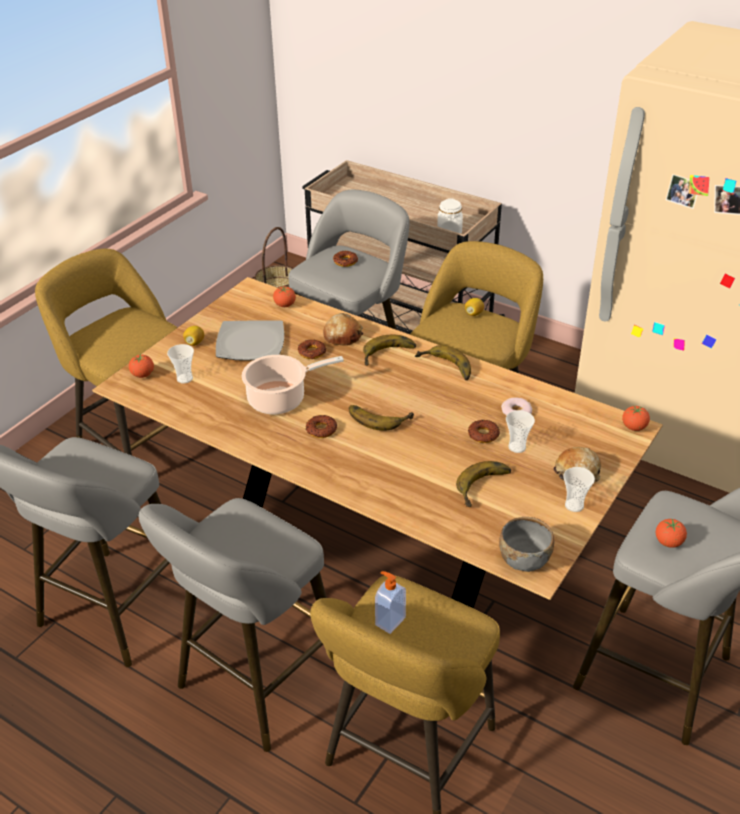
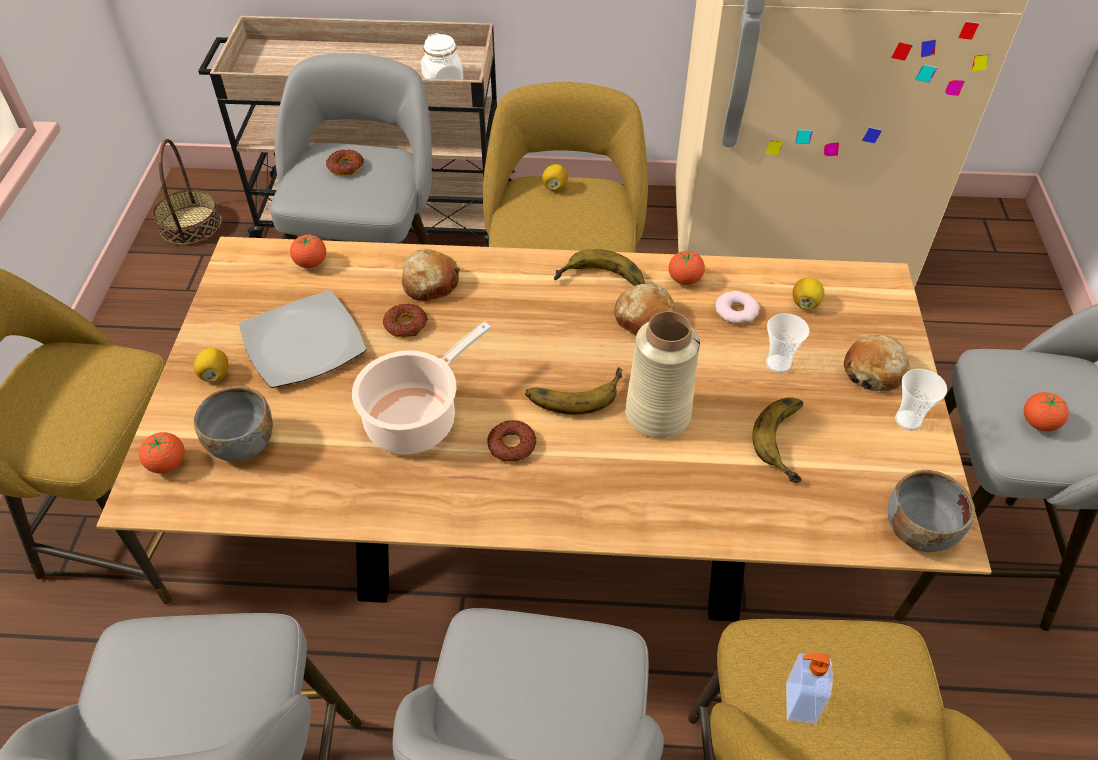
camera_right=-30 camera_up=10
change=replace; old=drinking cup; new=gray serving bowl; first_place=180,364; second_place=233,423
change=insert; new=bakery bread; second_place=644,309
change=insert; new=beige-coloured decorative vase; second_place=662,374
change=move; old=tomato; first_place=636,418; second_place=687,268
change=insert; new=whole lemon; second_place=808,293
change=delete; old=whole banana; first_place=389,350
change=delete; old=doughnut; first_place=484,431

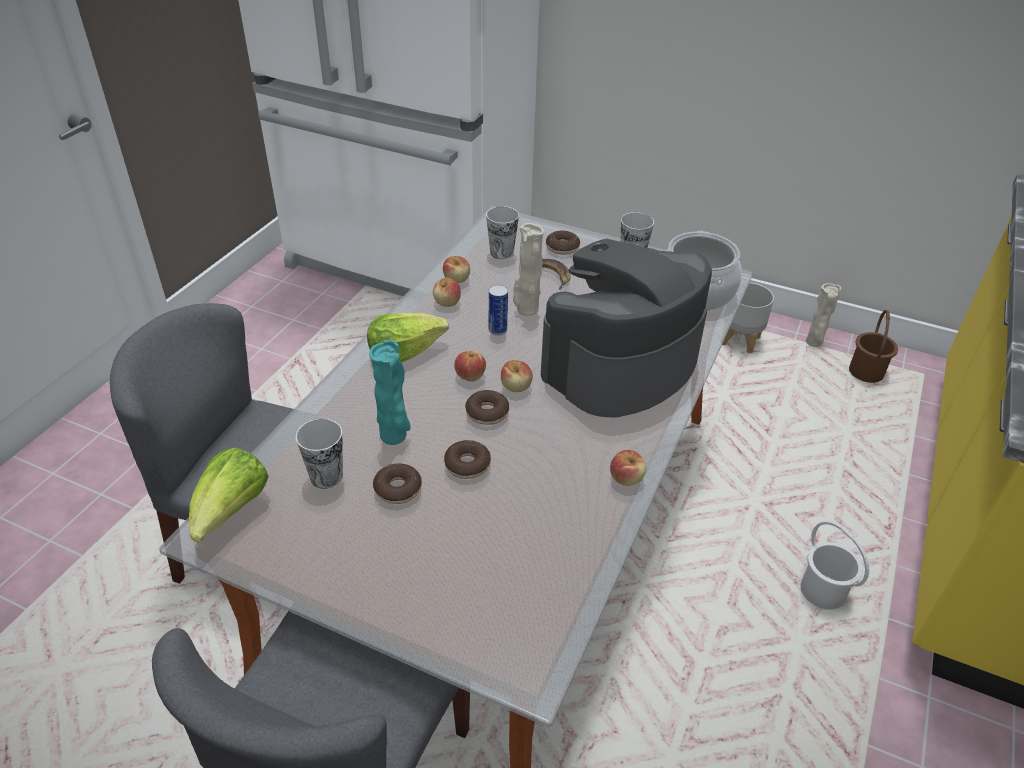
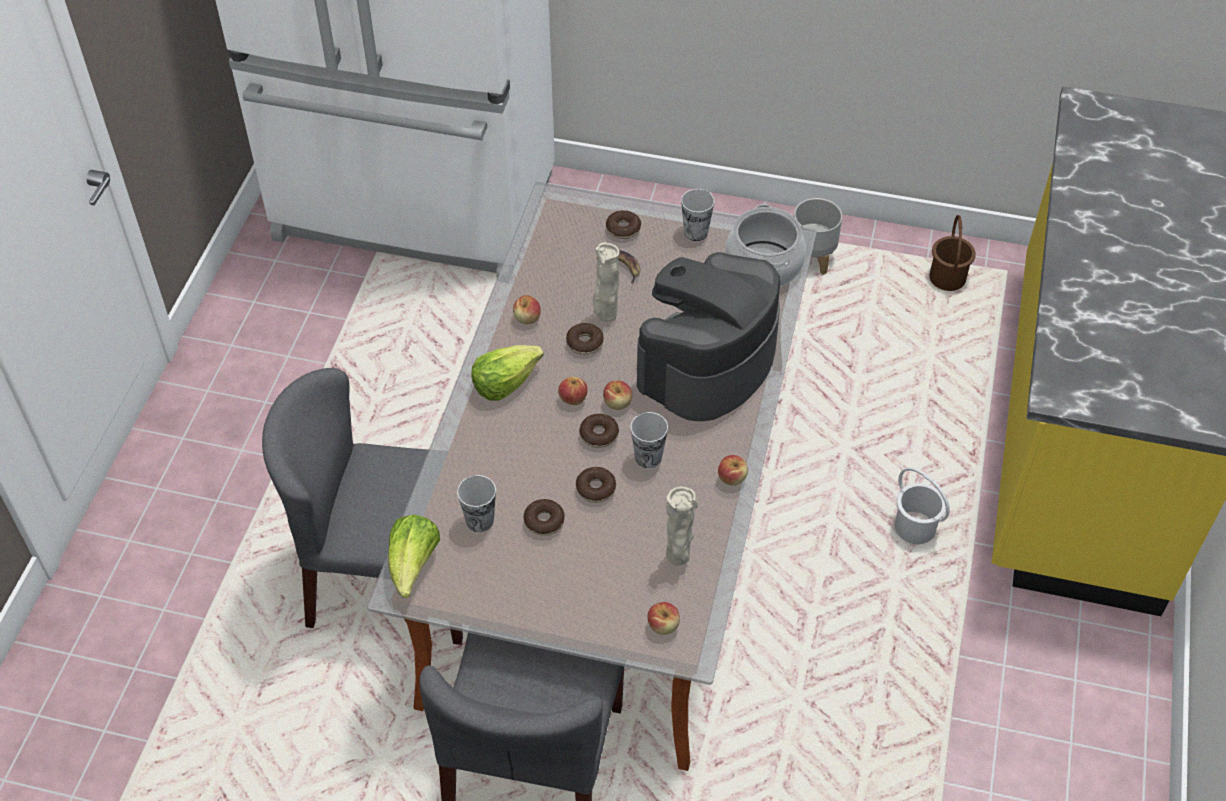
camera_right=-10 camera_up=10
change=replace; old=can; new=doughnut; first_place=498,310; second_place=585,339
change=move; old=drinking cup; first_place=502,232; second_place=649,440
change=move; old=whole apple; first_place=456,269; second_place=663,618
change=move; old=beige-coloured decorative vase; first_place=823,315; second_place=682,526
change=delete; old=turquoise-coloured decorative vase; first_place=390,392

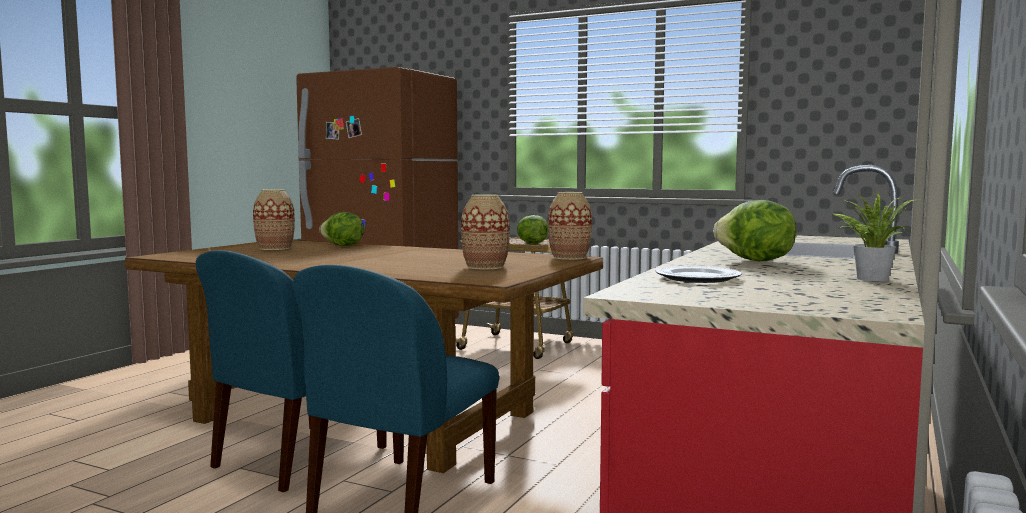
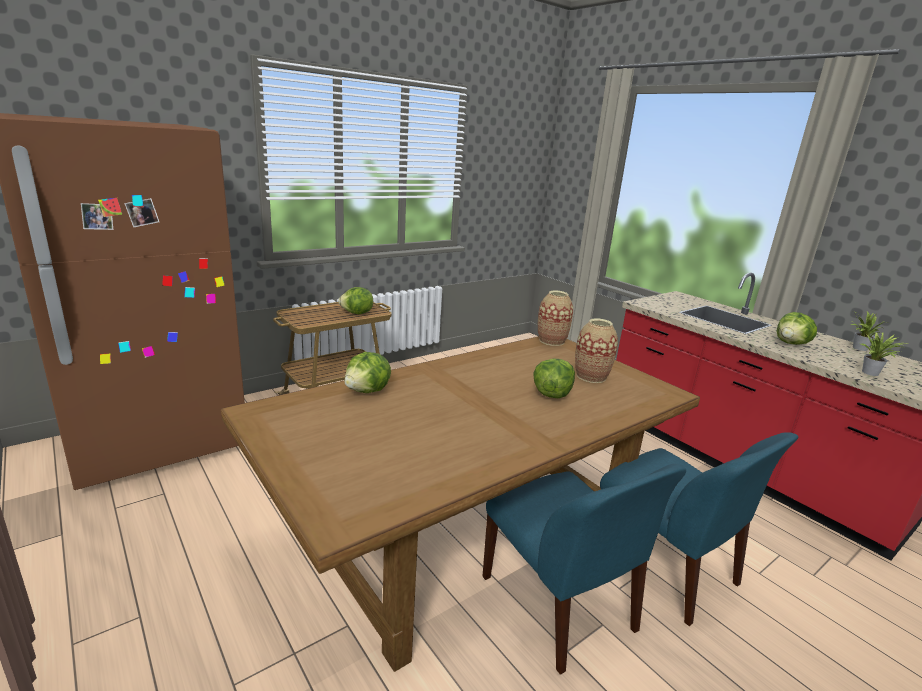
camera_right=-65 camera_up=15
change=insert; new=lettuce; second_place=554,378
change=replace; old=flat dish; new=potted plant; first_place=699,274; second_place=885,354
change=delete; old=decorative vase; first_place=274,219

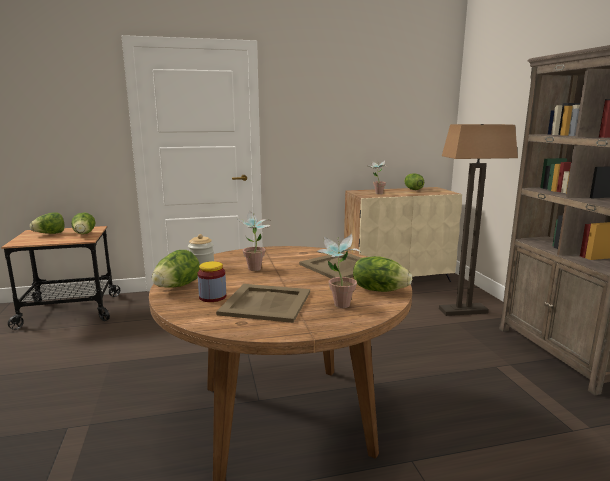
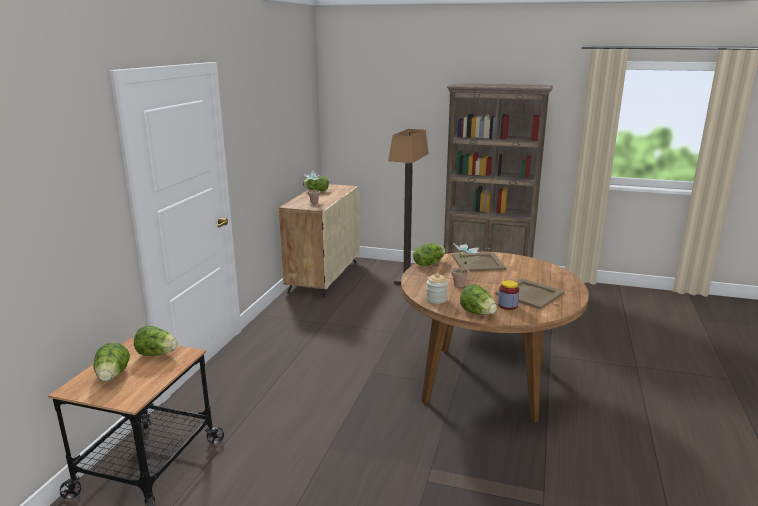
camera_right=-60 camera_up=5
change=move; old=lettuce; first_place=382,274; second_place=429,254
change=delete; old=potted plant; first_place=339,270

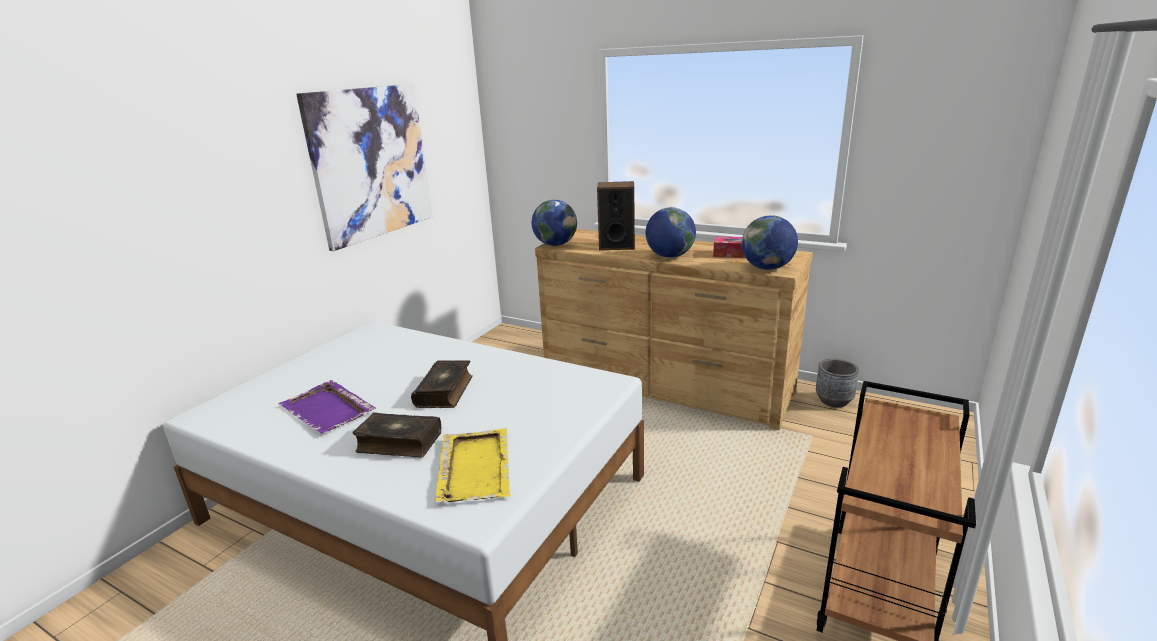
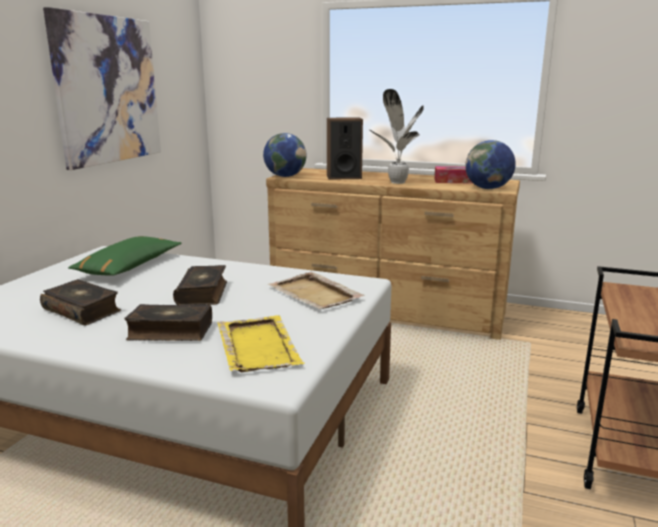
camera_right=-10 camera_up=-5
change=replace; old=purplish serving tray; new=bound book; first_place=327,407; second_place=80,302
change=insert; new=green-coloured pillow; second_place=125,256
change=insert; new=beige-coloured serving tray; second_place=316,290
change=replace; old=world globe; new=potted plant; first_place=670,232; second_place=397,136
change=delete; old=gray planter; first_place=837,383

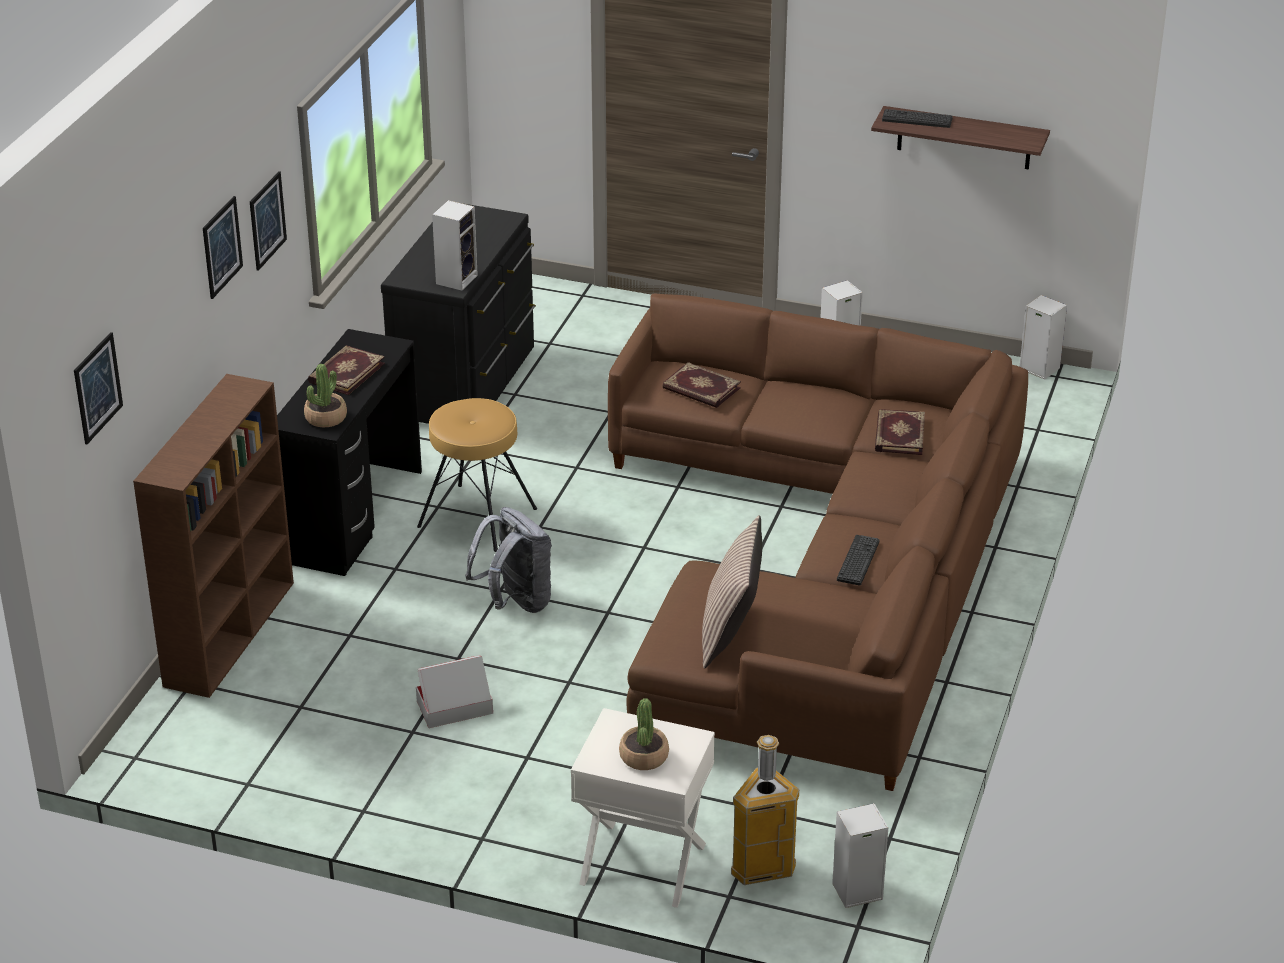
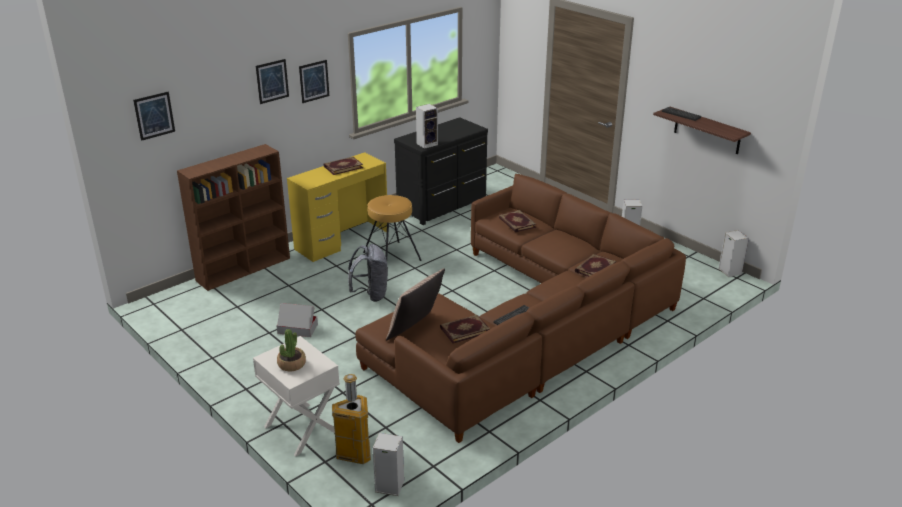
camera_right=30 camera_up=-5
change=recolor; old=black desk unit; new=yellow desk unit; first_place=349,452; second_place=337,207
change=insert; new=bound book; second_place=465,329
change=delete; old=potted plant; first_place=325,395

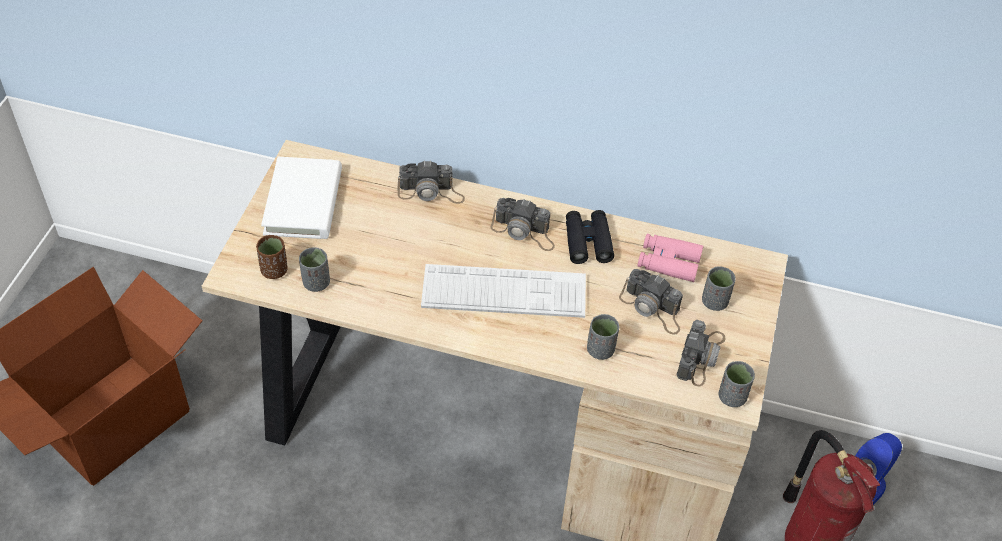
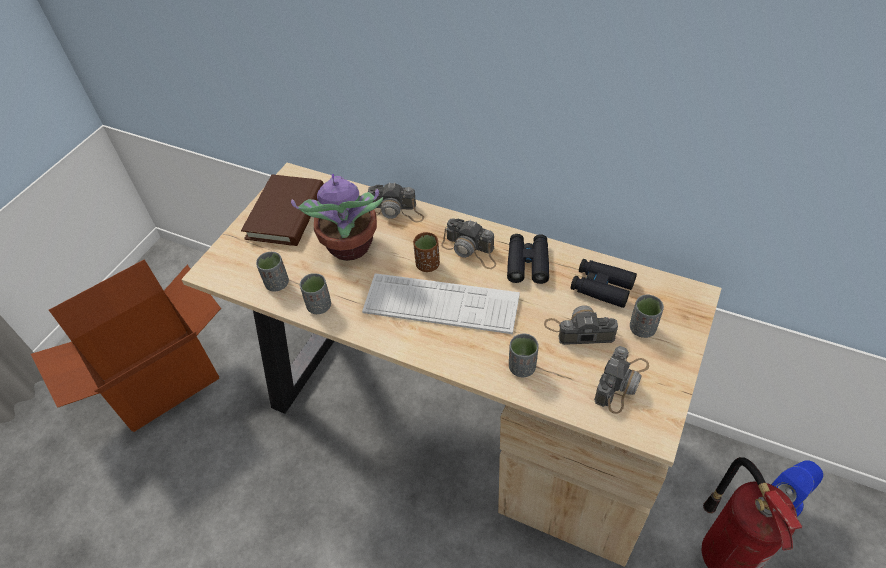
camera_right=15 camera_up=0
change=recolor; old=white-coloured bound book; new=brown-coloured bound book; first_place=301,198; second_place=282,210
change=insert; new=potted plant; second_place=337,217
change=move; old=gray drinking cup; first_place=736,384; second_place=315,293
change=move; old=brown-coloured drinking cup; first_place=272,257; second_place=426,252
change=rotate; old=photo camera; first_place=651,302; second_place=581,325; degrees=135
change=recolor; old=pink-coloured pair of binoculars; new=black pair of binoculars; first_place=670,257; second_place=604,283

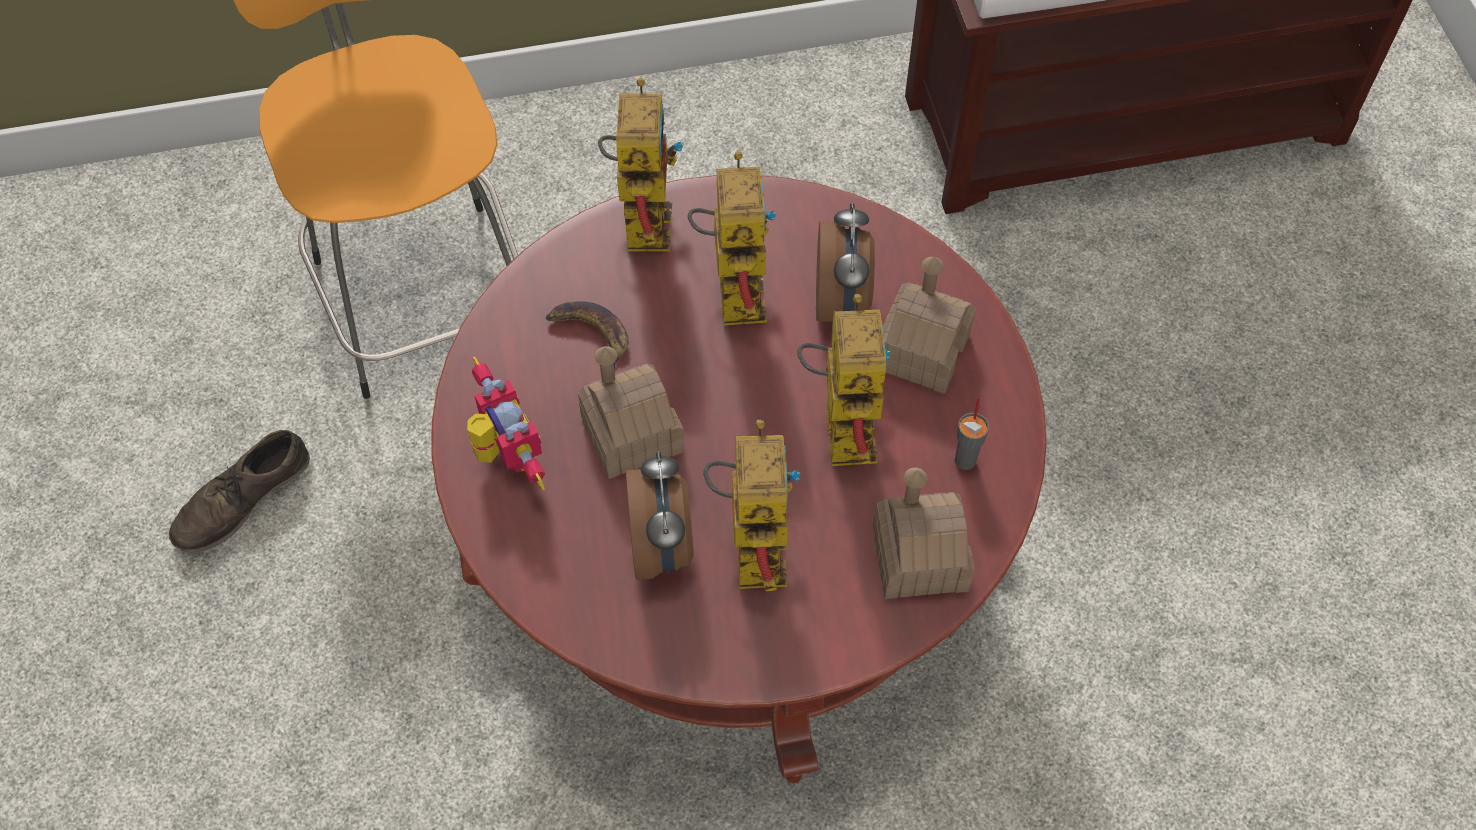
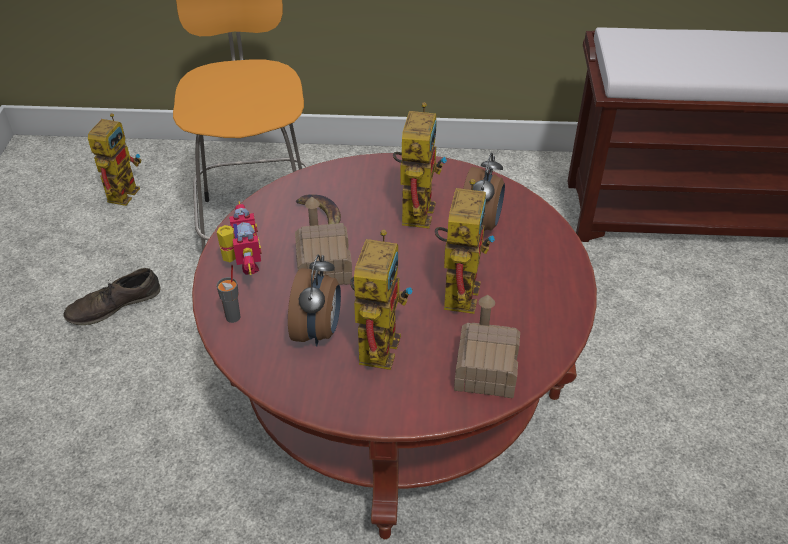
camera_right=15 camera_up=-15
change=move; old=robot figure; first_place=640,165; second_place=115,159
change=move; old=gray drinking cup; first_place=972,433; second_place=228,294
change=delete; old=toy house; first_place=929,325

